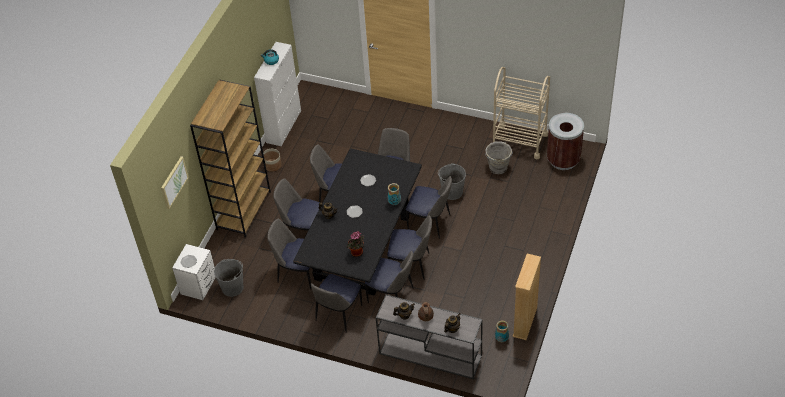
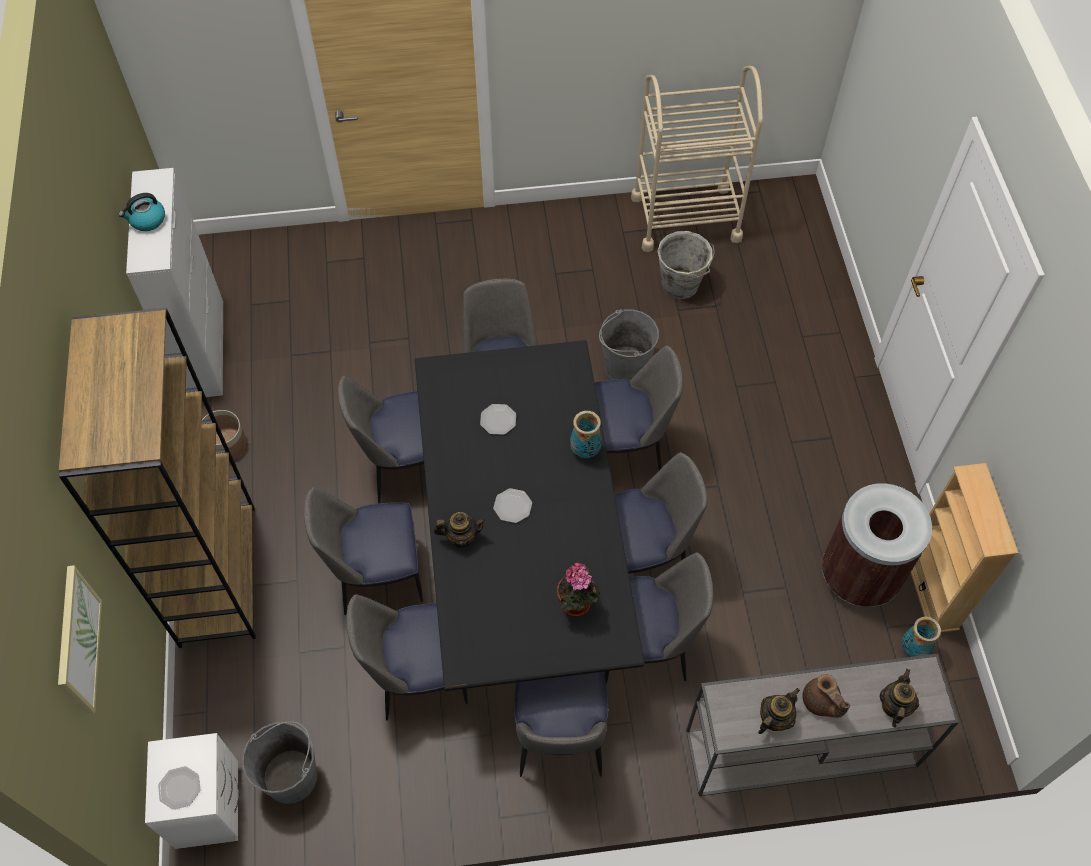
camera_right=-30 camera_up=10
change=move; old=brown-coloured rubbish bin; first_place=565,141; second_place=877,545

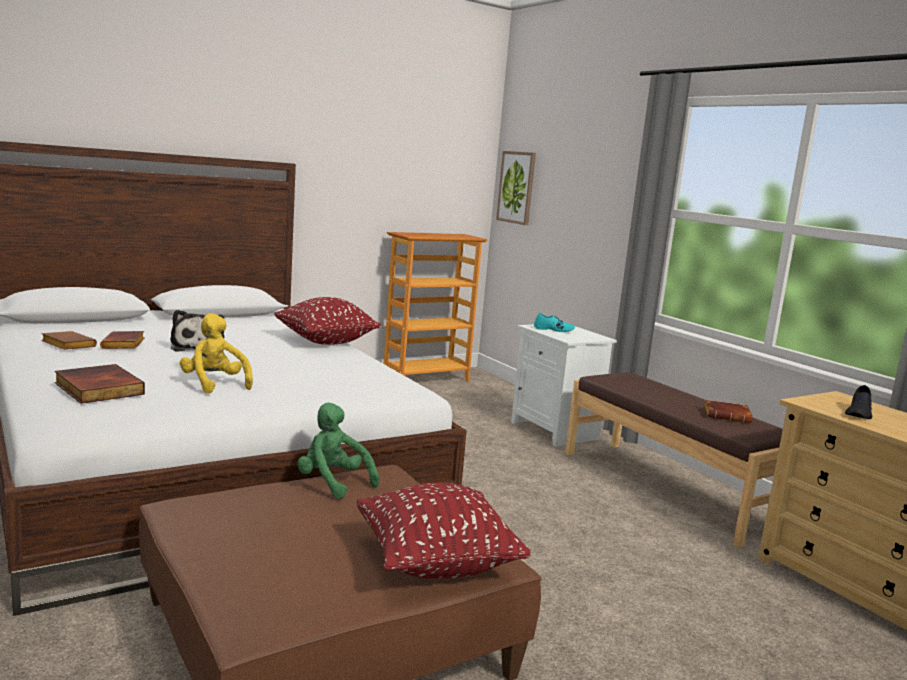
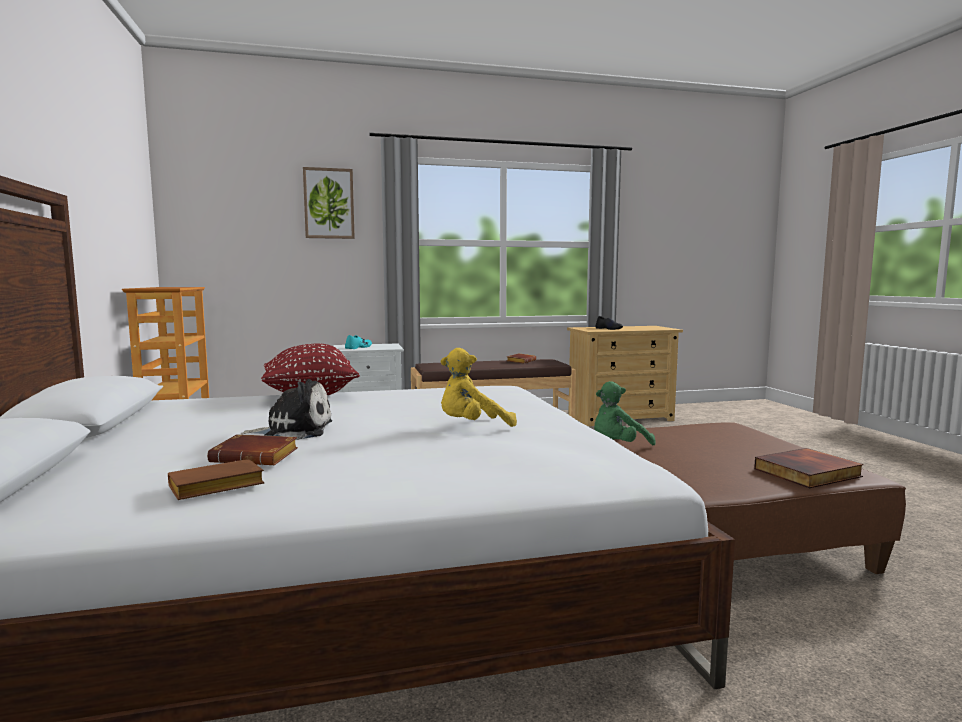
camera_right=-70 camera_up=-5
change=move; old=picture; first_place=516,188; second_place=329,203
change=move; old=bound book; first_place=100,384; second_place=809,468
change=delete; old=red-coloured pillow; first_place=443,531

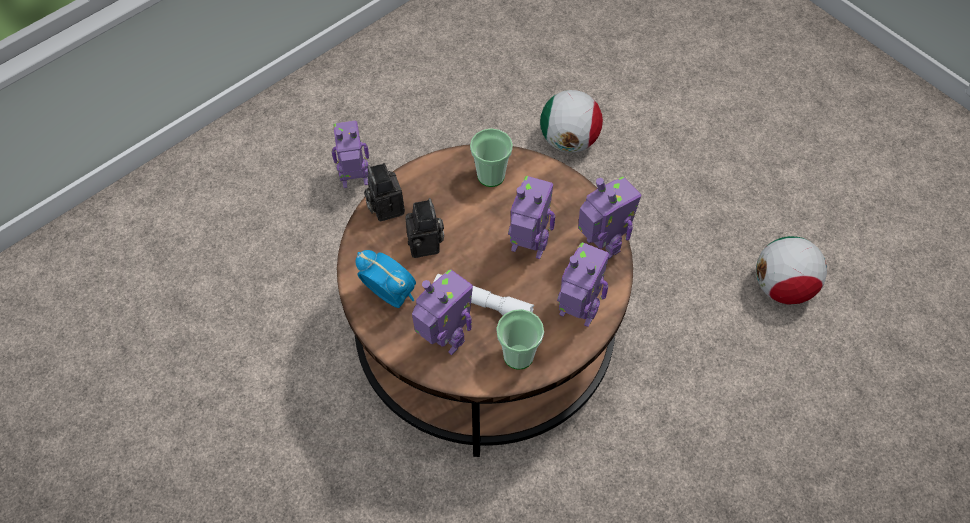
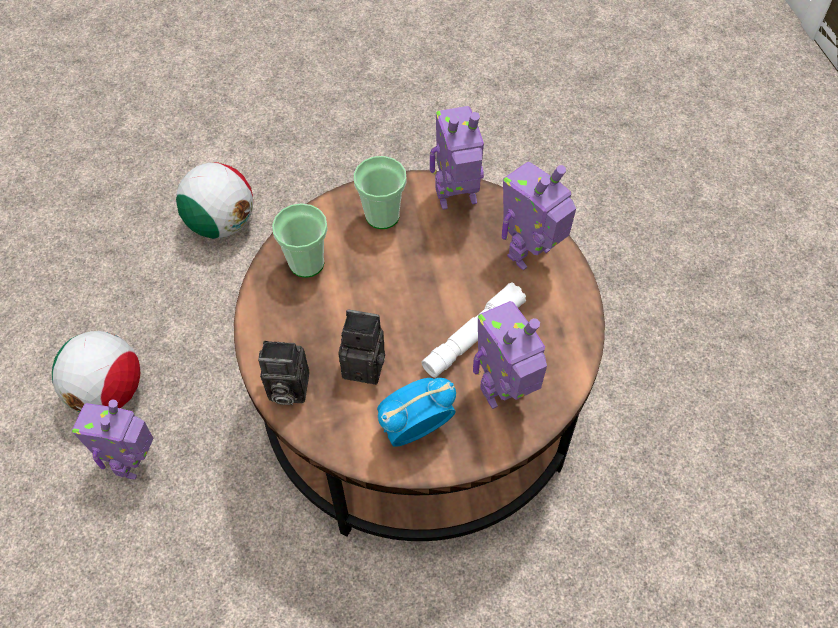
camera_right=-65 camera_up=0
change=move; old=ball for football; first_place=791,270; second_place=96,372
change=move; old=drinking cup; first_place=520,339; second_place=380,192
change=delete; old=robot figure; first_place=531,217

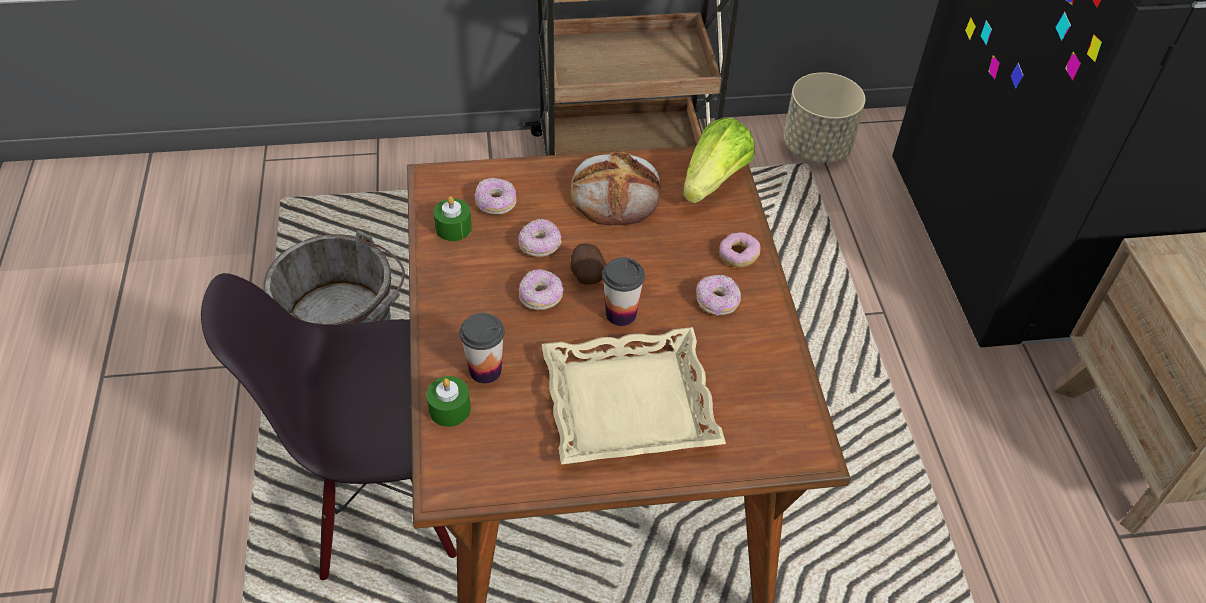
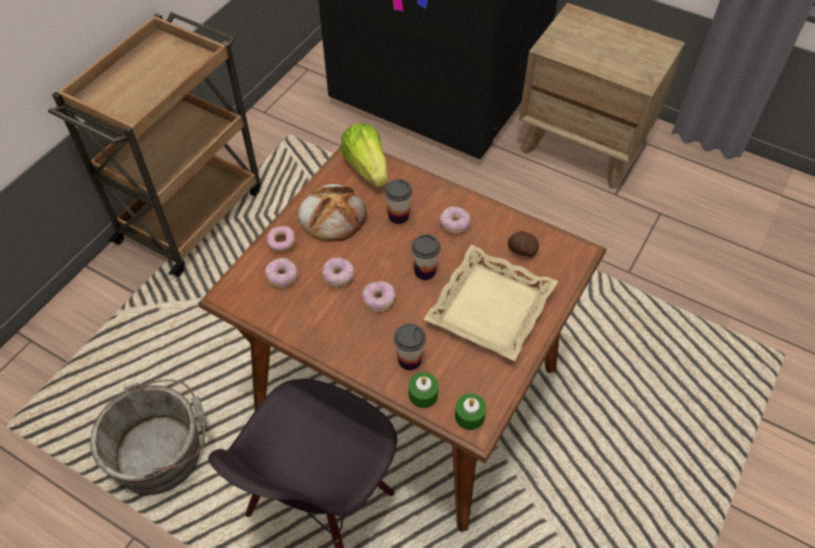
camera_right=-50 camera_up=5
change=move; old=doughnut; first_place=739,249; second_place=281,239
change=insert; new=drinking cup; second_place=398,201
change=move; old=green-coloured candle; first_place=453,218; second_place=470,411
change=move; old=spud; first_place=588,264; second_place=523,244
change=delete; old=beige-coloured planter; first_place=824,117

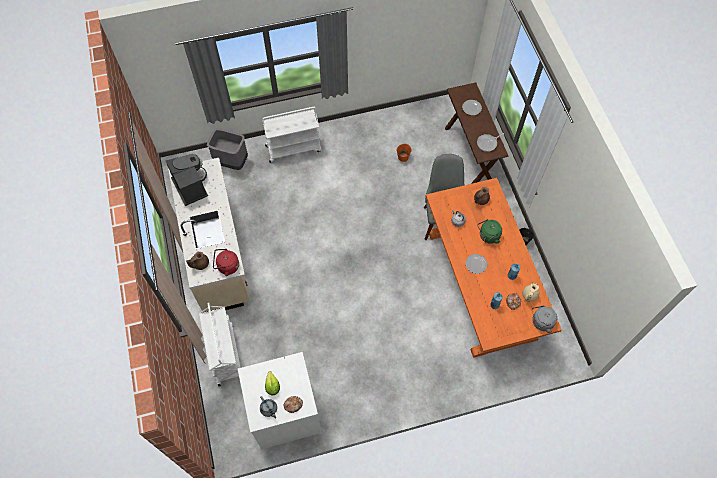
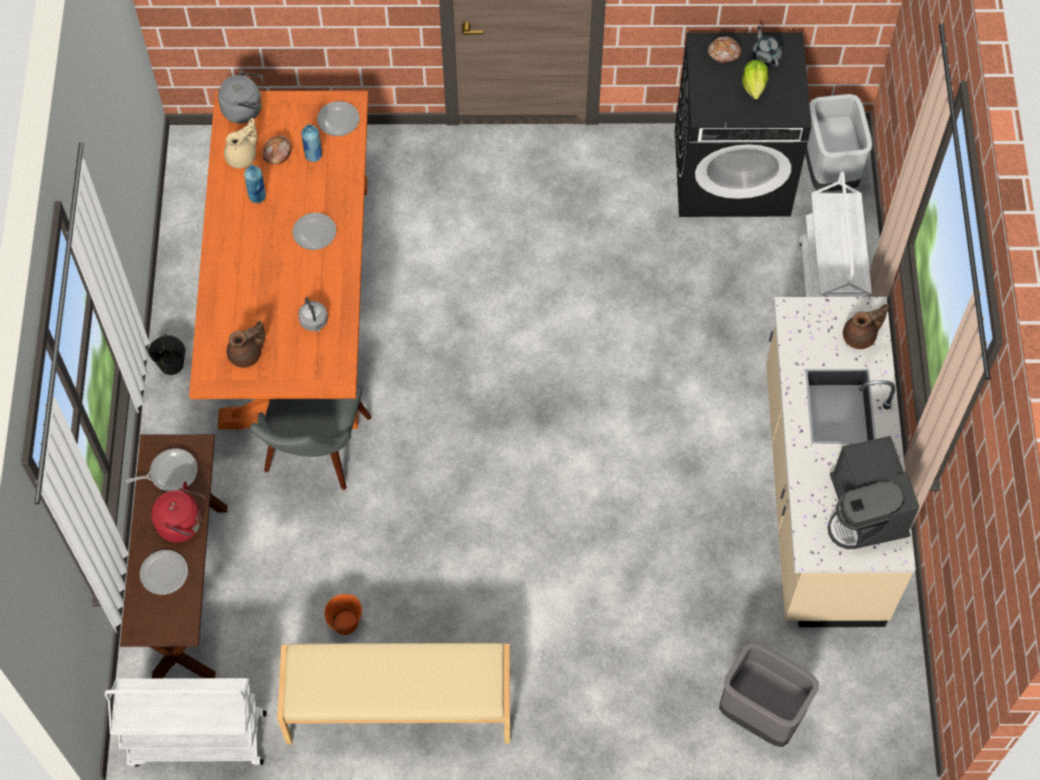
camera_right=-165 camera_up=0
change=move; old=white-coloured cart; first_place=292,135; second_place=186,722
change=move; old=red-coloured kettle; first_place=226,262; second_place=178,512
change=insert; new=beige-coloured bench; second_place=393,693
change=insert; new=flat dish; second_place=338,118
change=recolor; old=white-coloured washing machine; new=black washing machine; first_place=280,400; second_place=743,124
change=insert; new=gray rubbish bin; second_place=838,143
change=delete; old=green-coloured kettle; first_place=489,231

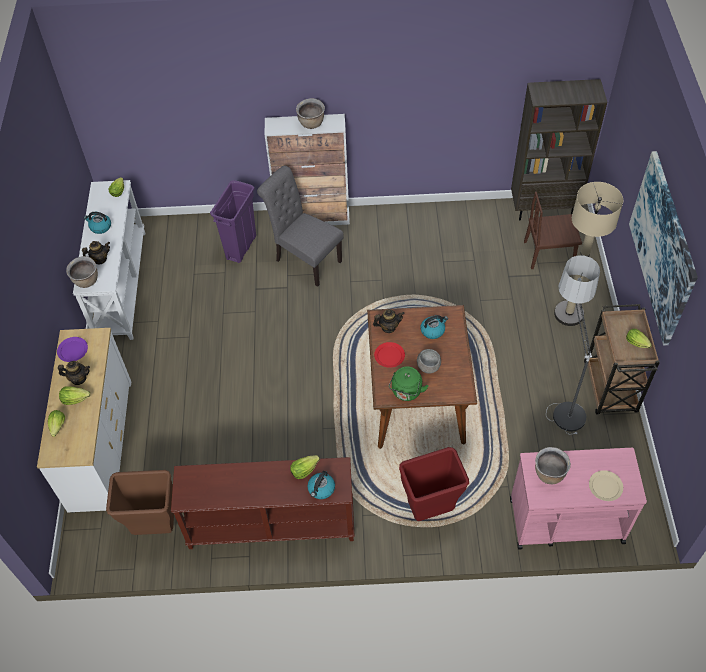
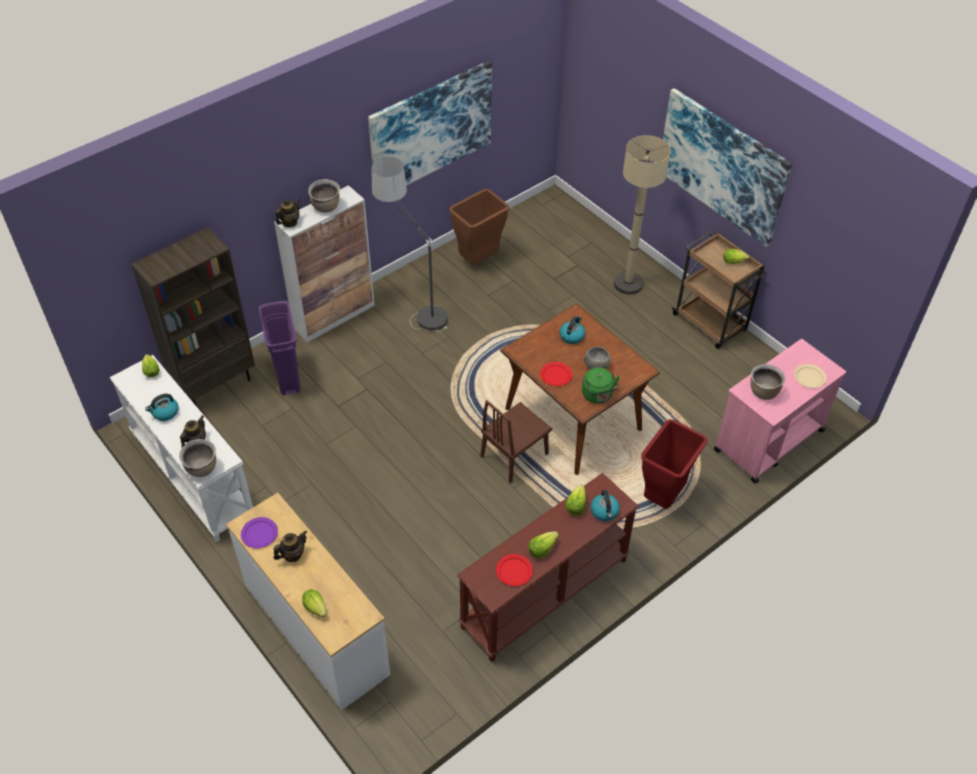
camera_right=-40 camera_up=-5
change=move; old=brown-coloured bookshelf; first_place=559,149; second_place=193,317
change=move; old=teapot; first_place=389,321; second_place=287,212
change=insert; new=picture; second_place=430,123
change=move; old=floor lamp; first_place=573,344; second_place=409,244
change=move; old=brown-coloured rubbish bin; first_place=140,502; second_place=479,227
change=move; old=brown-coloured chair; first_place=553,230; second_place=516,441
change=insert; new=red-coloured flat dish; second_place=514,570
change=move; old=lettuce; first_place=74,395; second_place=543,544
change=delete; old=gray chair; first_place=300,226

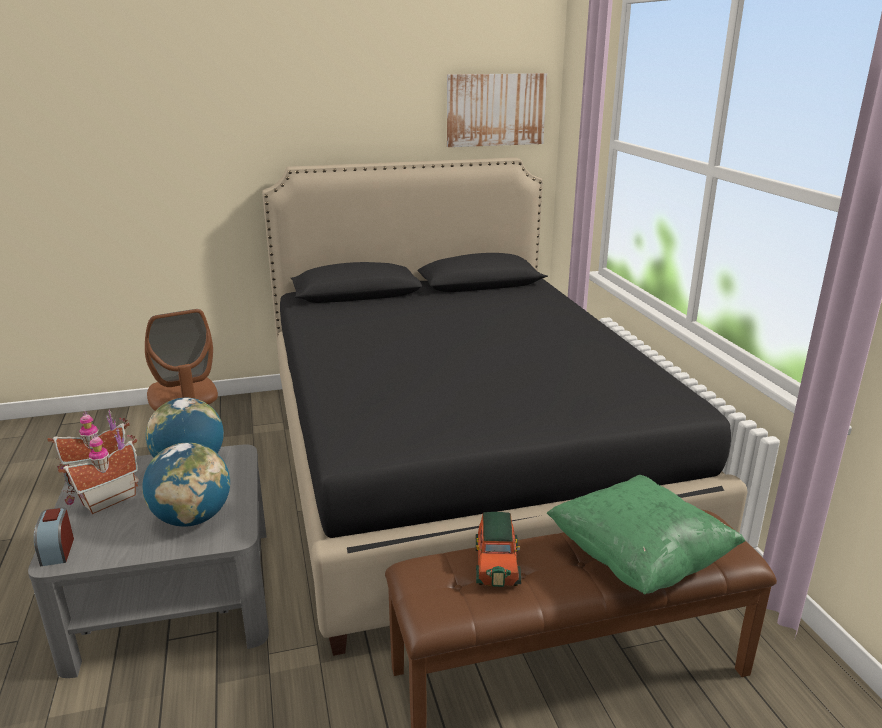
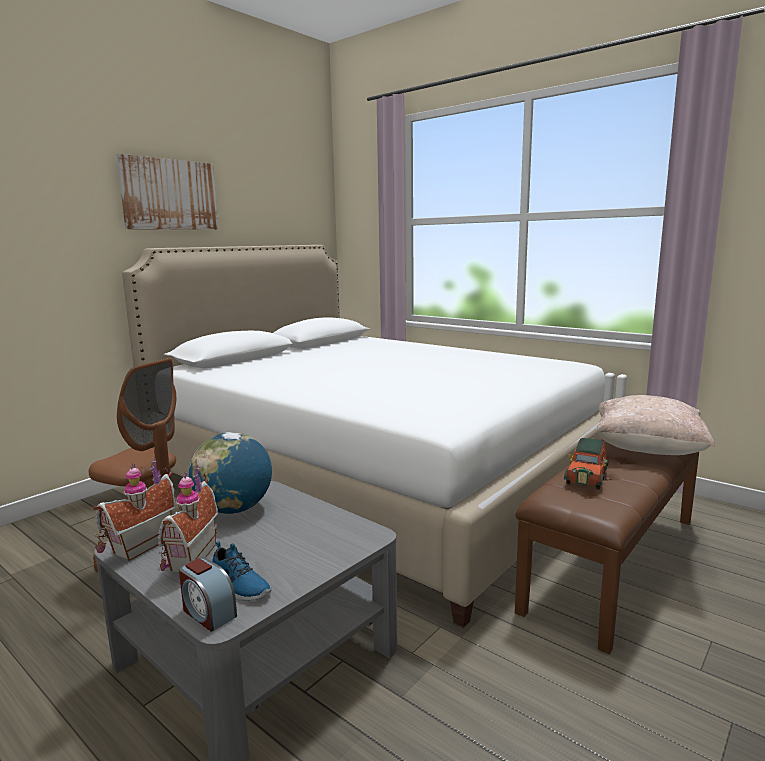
camera_right=-35 camera_up=-10
change=move; old=picture; first_place=497,110; second_place=167,192
change=recolor; old=black bed; new=white-coloured bed; first_place=505,406; second_place=363,436
change=insert; new=item of footwear; second_place=242,571
change=rotate; old=miniature car; first_place=498,549; second_place=586,463; degrees=60
change=recolor; old=green-coloured pillow; new=beige-coloured pillow; first_place=646,535; second_place=655,425
change=delete; old=world globe; first_place=186,484

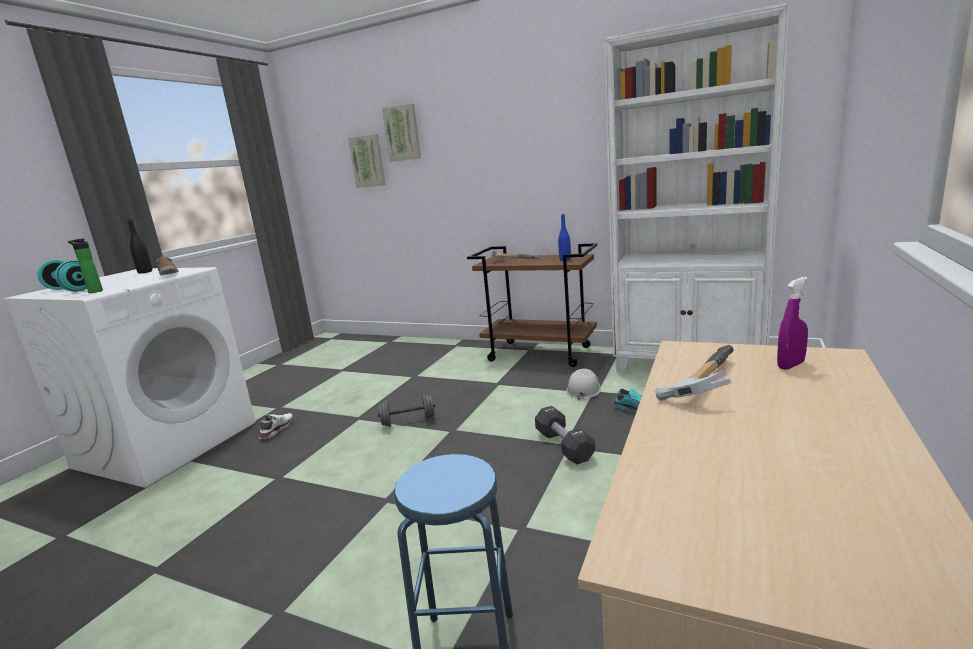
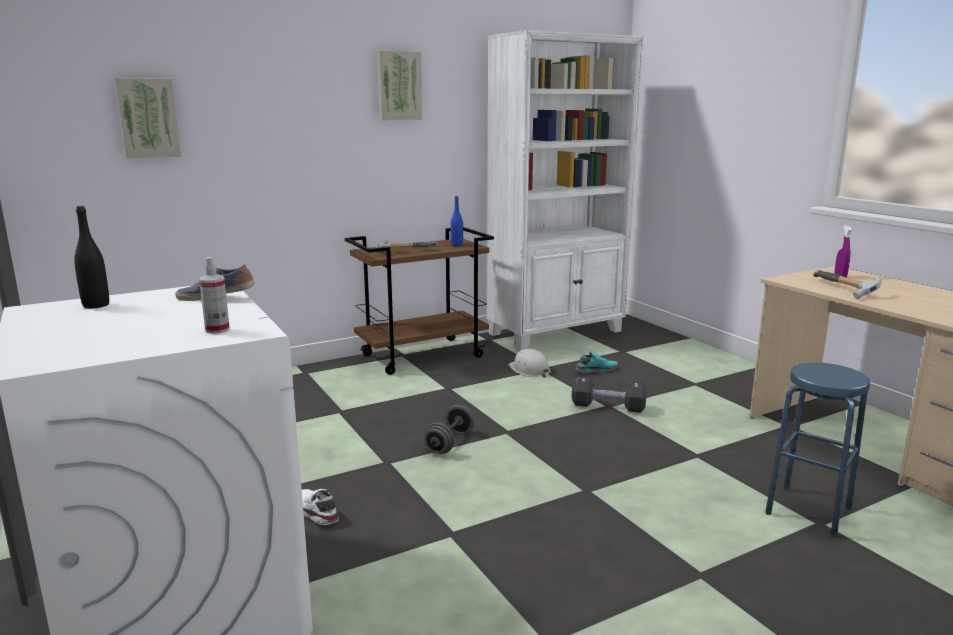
camera_right=-55 camera_up=0
change=replace; old=beverage bottle; new=spray bottle; first_place=85,265; second_place=214,295
change=move; old=picture; first_place=401,132; second_place=399,85
change=delete; old=turquoise-coloured dumbbell; first_place=62,276

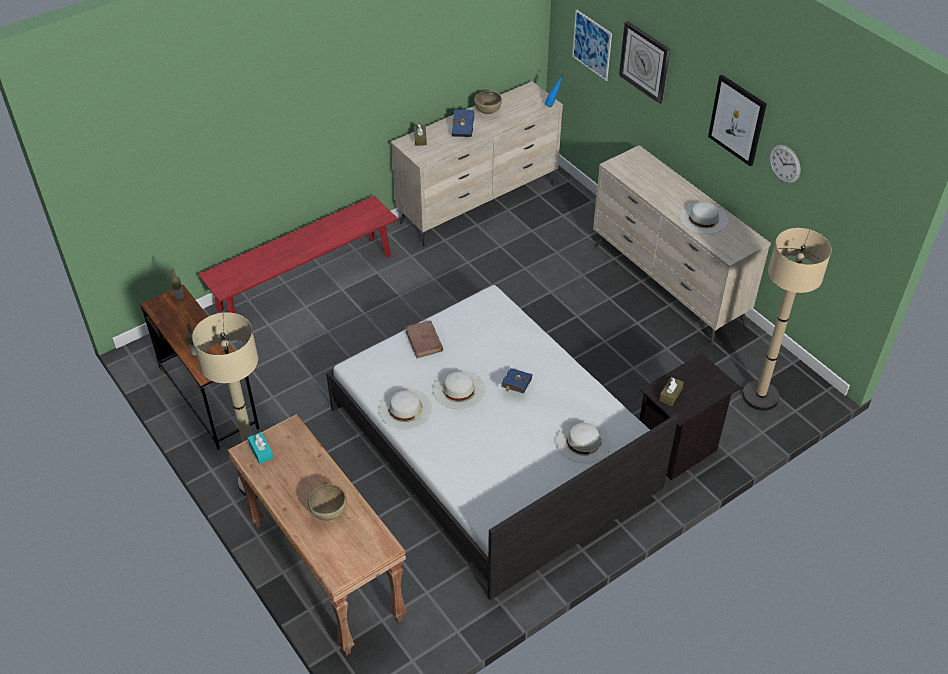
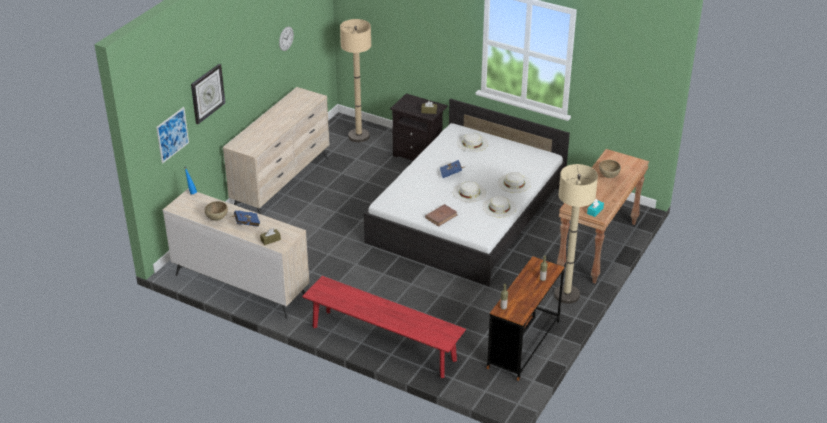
camera_right=-115 camera_up=-10
change=move; old=white-coloured wearable hat; first_place=704,218; second_place=514,182
change=delete; old=picture; first_place=737,120

